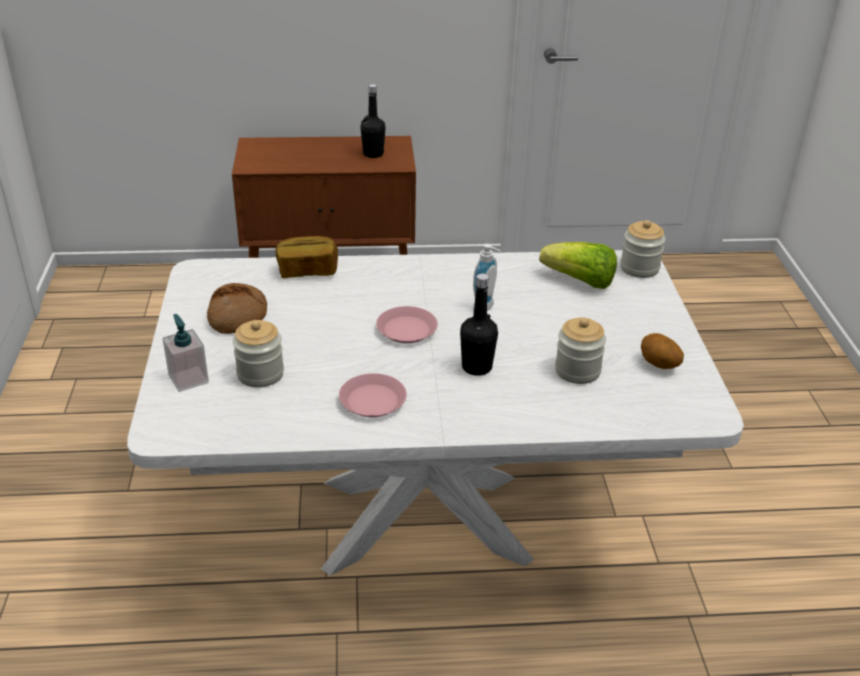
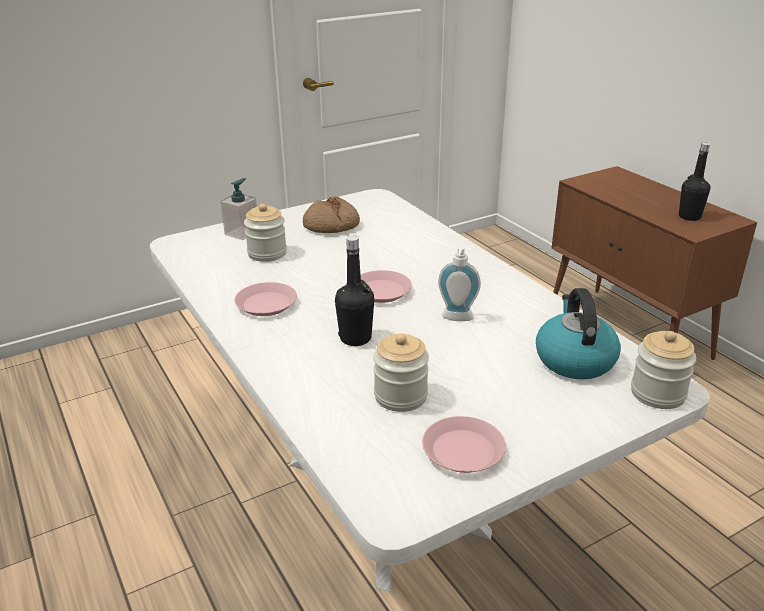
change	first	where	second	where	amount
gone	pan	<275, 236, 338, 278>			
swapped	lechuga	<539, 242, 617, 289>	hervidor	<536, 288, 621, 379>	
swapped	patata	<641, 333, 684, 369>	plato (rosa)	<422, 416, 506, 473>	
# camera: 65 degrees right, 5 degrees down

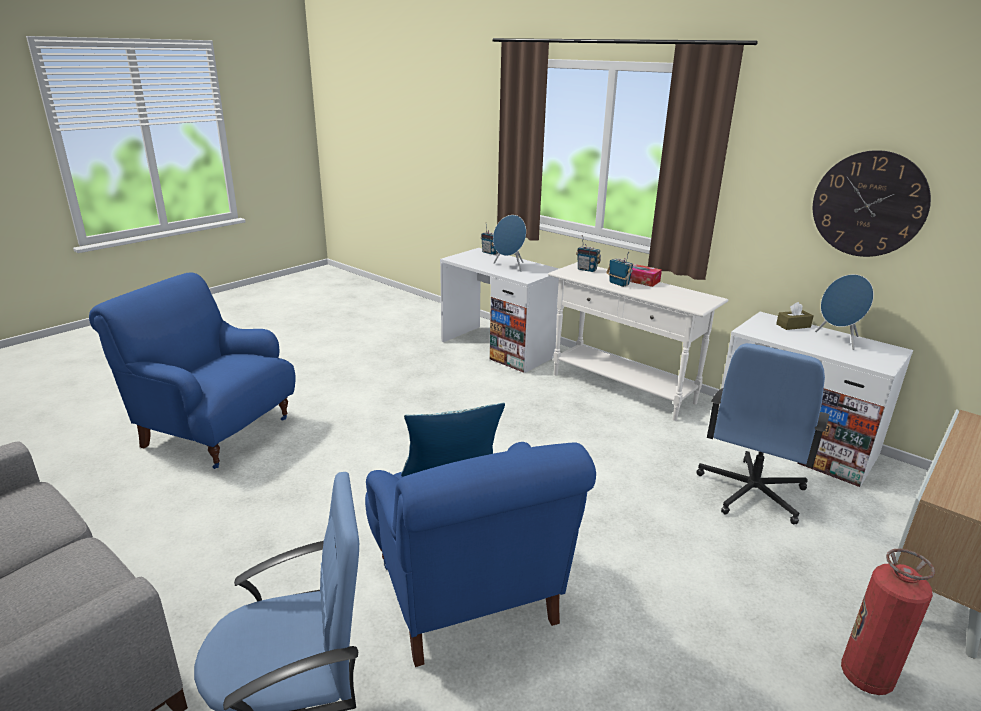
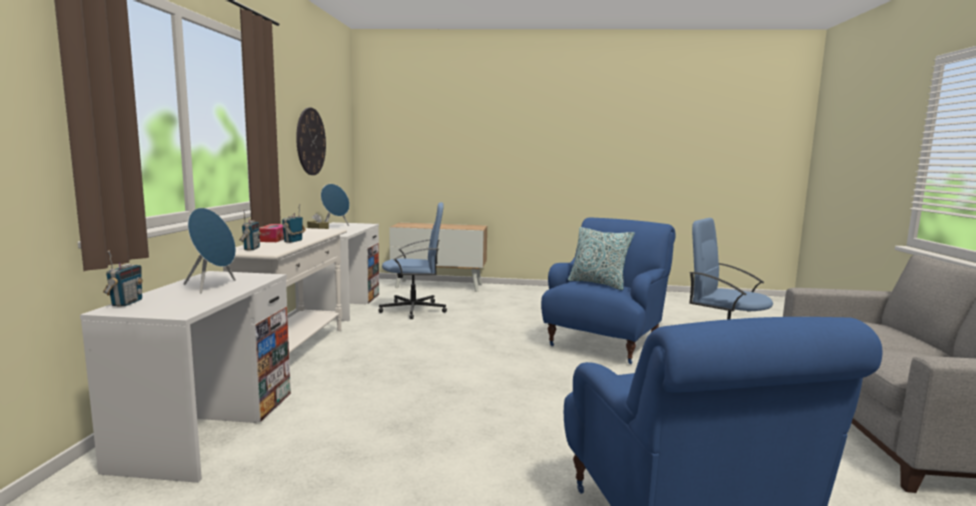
change	first	where	second	where	amount
gone	extintor	<841, 549, 935, 695>			
# camera: 125 degrees left, 15 degrees down

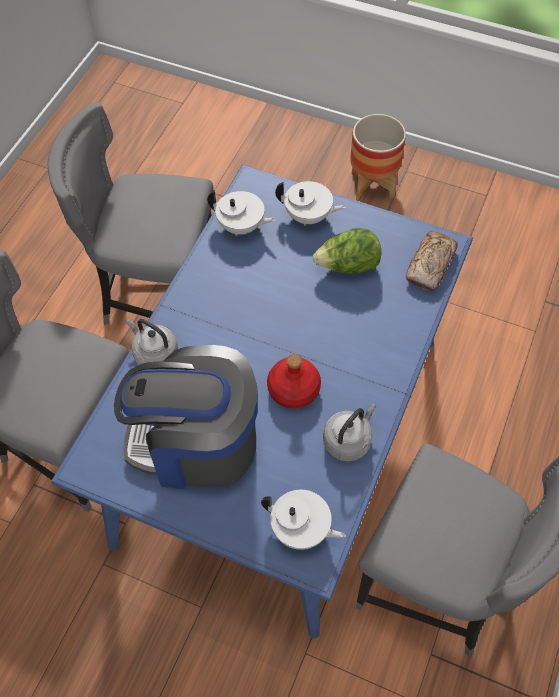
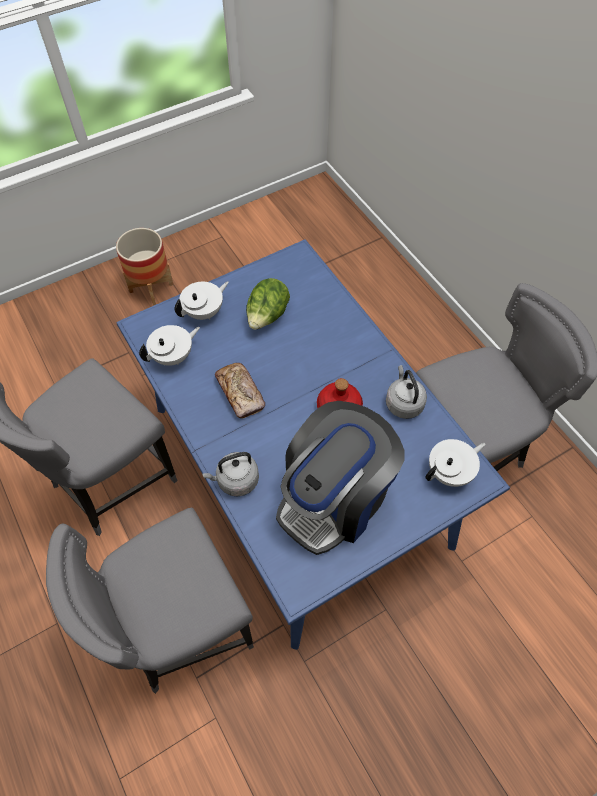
change	first	where	second	where	amount
shifted	pan	<406, 231, 458, 291>		<215, 363, 265, 419>	
# camera: 55 degrees left, 0 degrees up

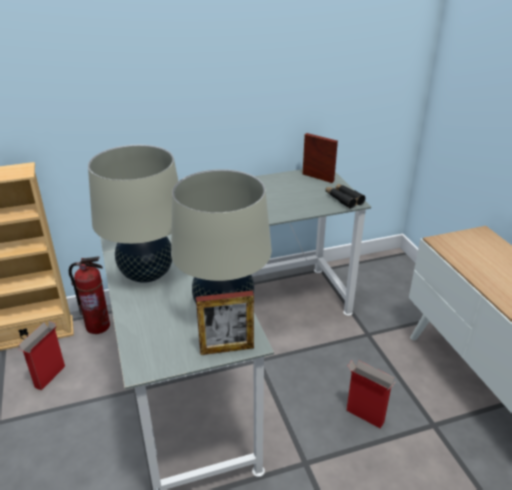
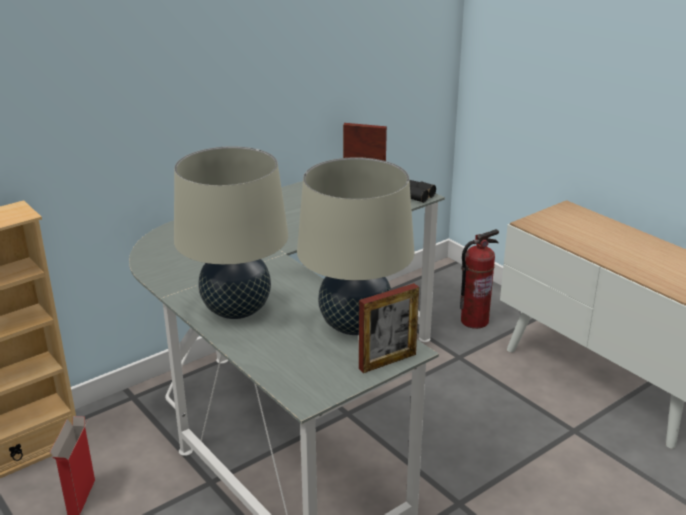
change	first	where	second	where	amount
shifted	extintor	<69, 256, 110, 334>		<460, 229, 499, 329>	
gone	caja de cartón	<346, 360, 396, 428>			
# camera: 20 degrees left, 5 degrees down

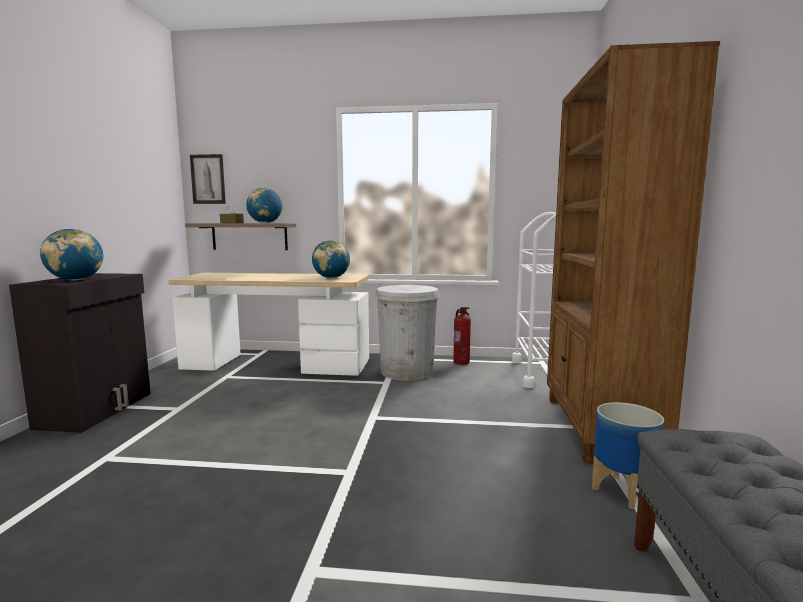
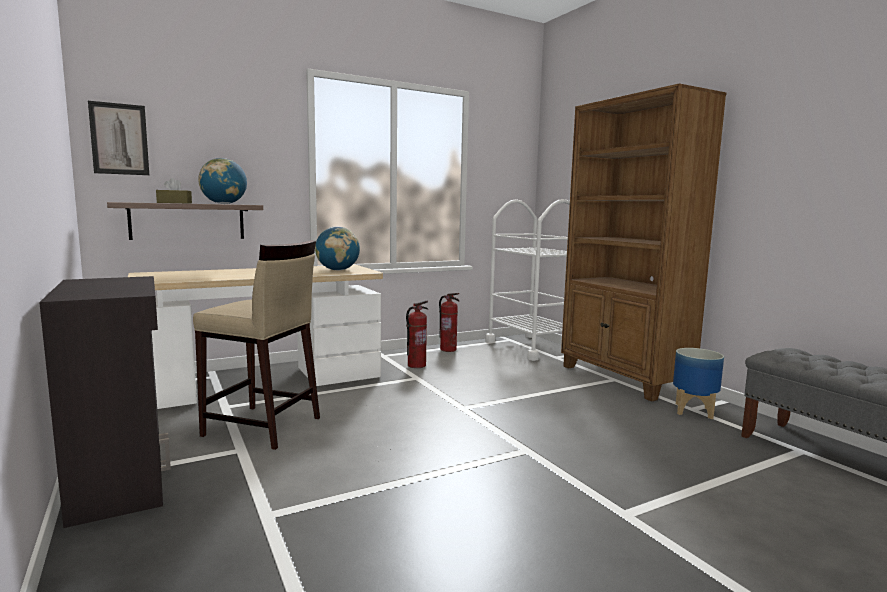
change	first	where	second	where	amount
gone	globo terráqueo	<40, 229, 103, 280>			
swapped	papelera (blanco)	<375, 285, 440, 381>	extintor	<406, 300, 428, 368>	
new			taburete (beis)	<193, 240, 320, 450>	
# camera: 35 degrees left, 0 degrees up

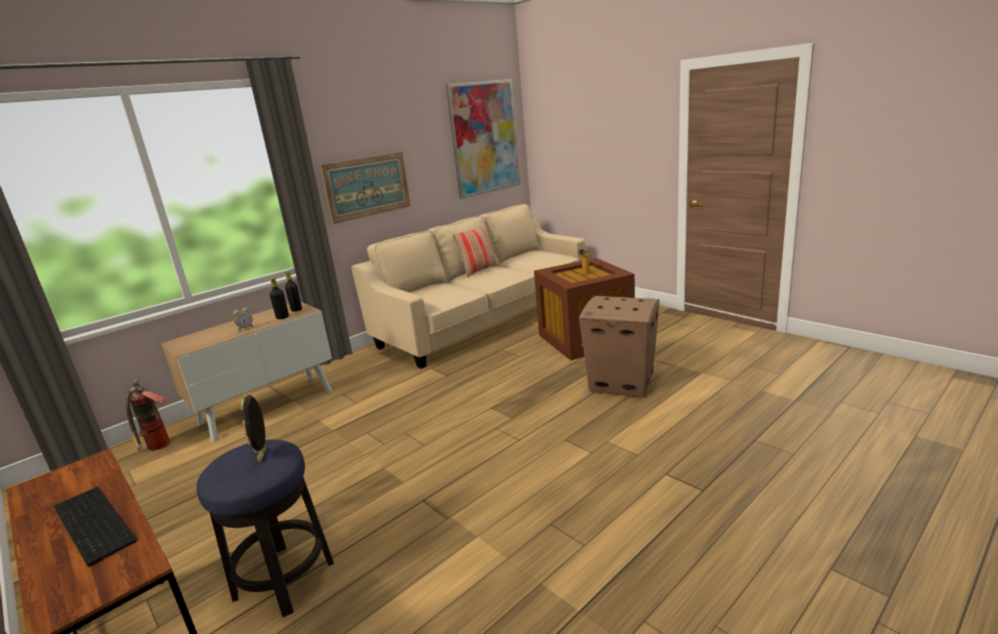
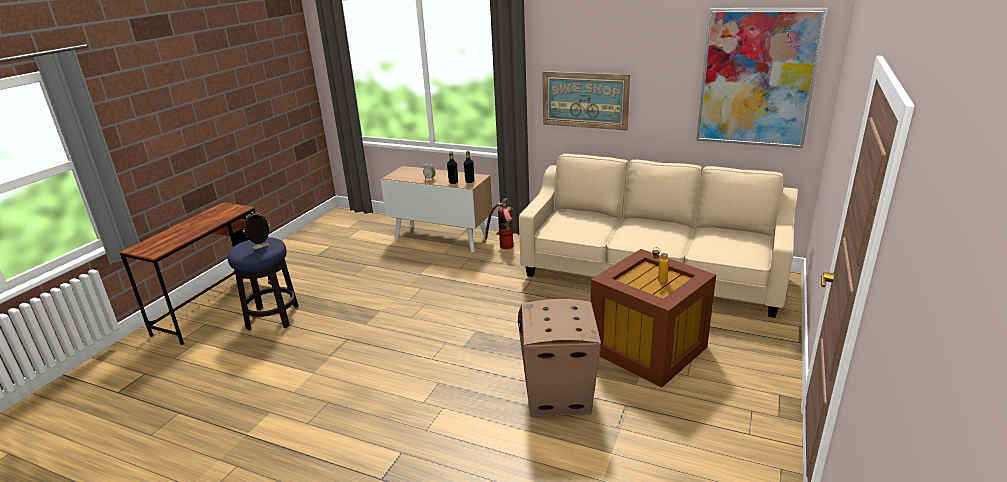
change	first	where	second	where	amount
gone	cojín	<452, 224, 500, 277>			
shifted	extintor	<126, 378, 170, 451>		<483, 198, 514, 249>	
gone	teclado	<54, 487, 137, 567>			
# camera: 65 degrees right, 5 degrees up

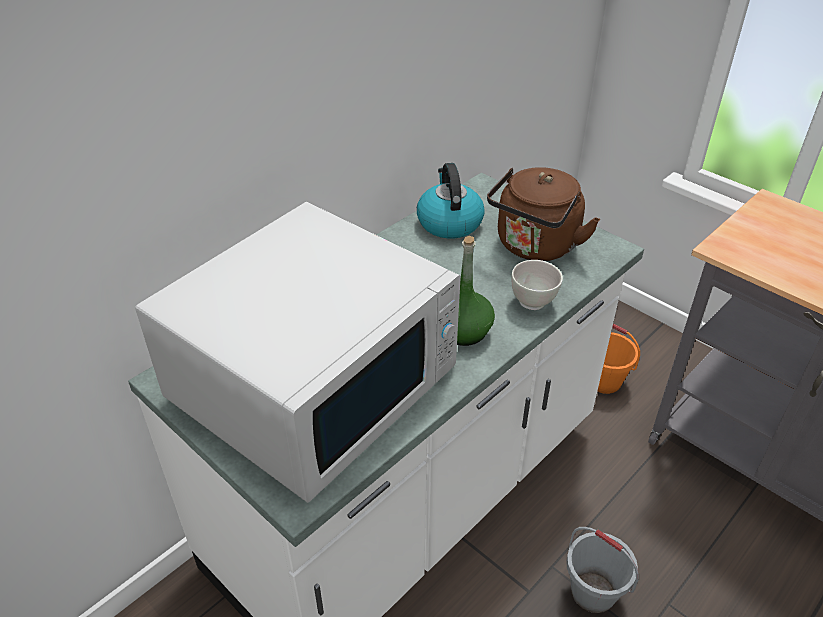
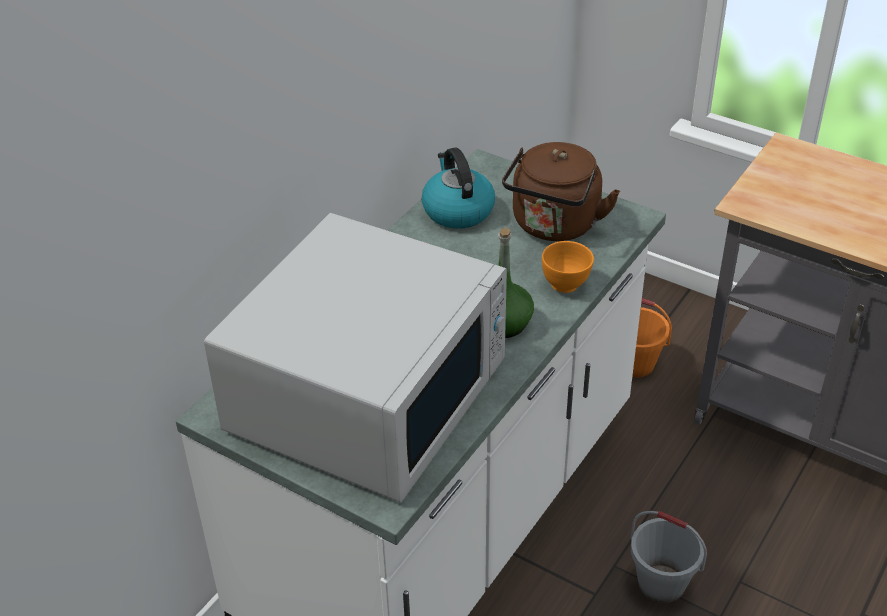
change	first	where	second	where	amount
repainted	cuenco (blanco)	<511, 260, 563, 310>	cuenco (naranja)	<542, 241, 594, 293>	
# camera: 10 degrees left, 0 degrees up

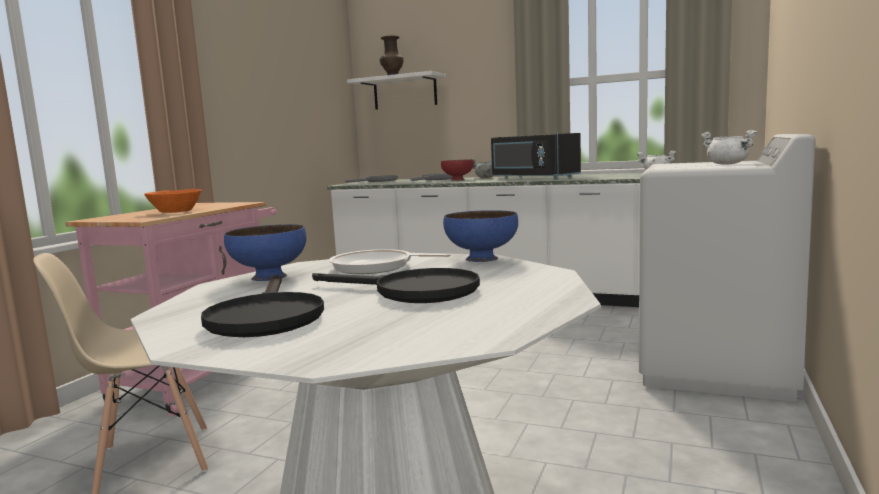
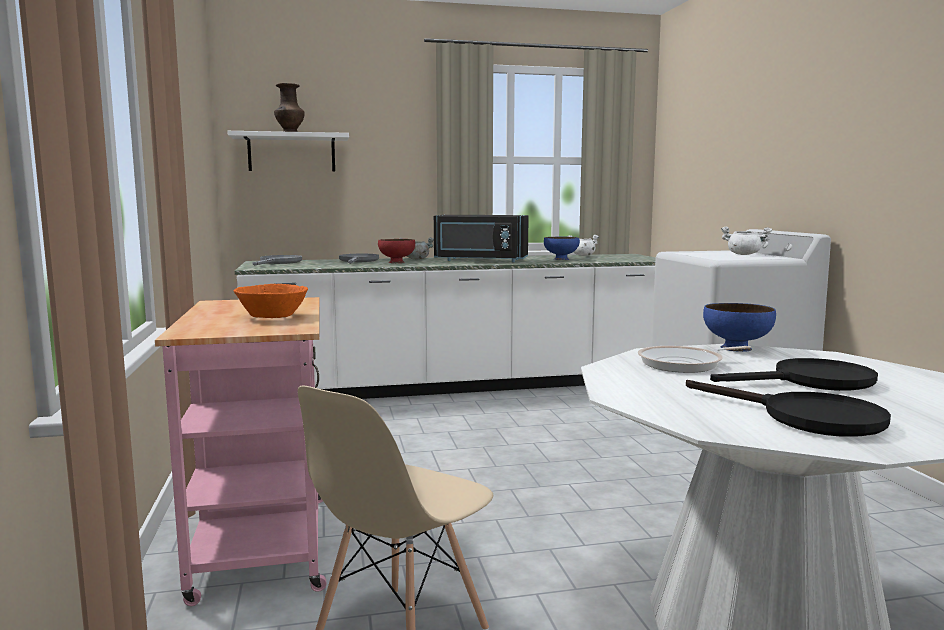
change	first	where	second	where	amount
shifted	cuenco (azul)	<224, 224, 306, 281>		<544, 237, 580, 260>	
# camera: 35 degrees left, 0 degrees up

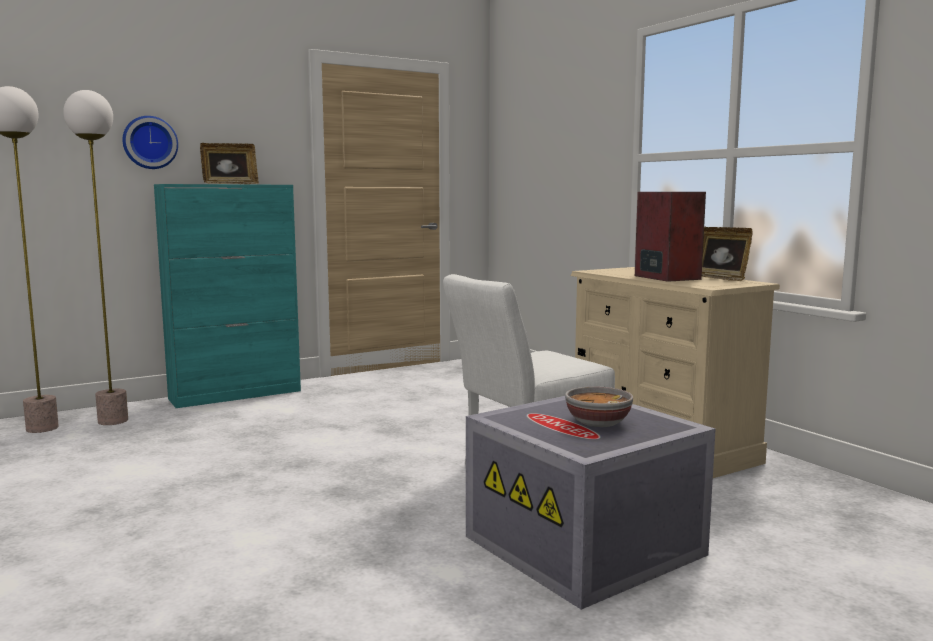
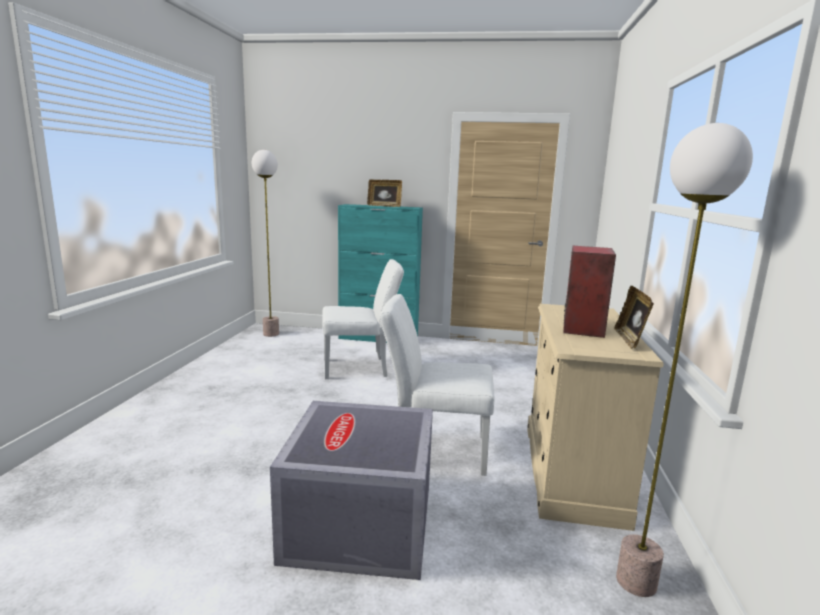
change	first	where	second	where	amount
shifted	lámpara de pie	<63, 90, 128, 425>		<616, 123, 753, 597>	
gone	reloj de pared	<122, 116, 178, 169>			
gone	cuenco	<565, 386, 633, 427>			
new			silla (blanco)	<322, 259, 404, 379>	
# camera: 40 degrees right, 5 degrees up

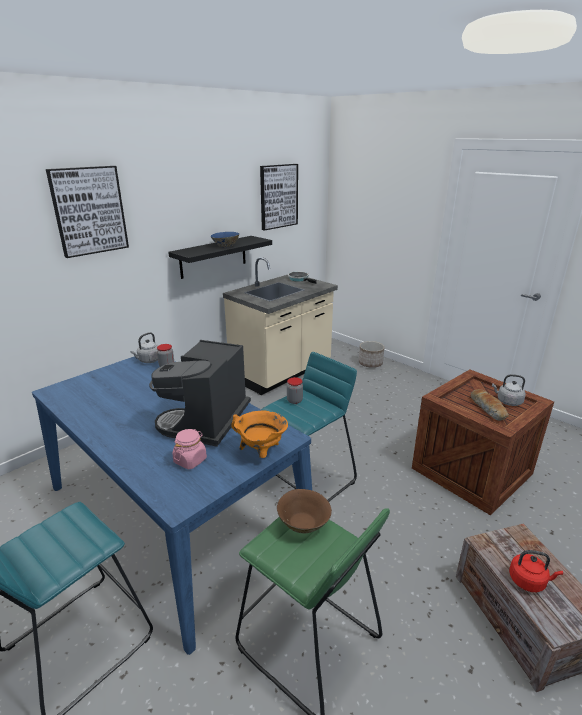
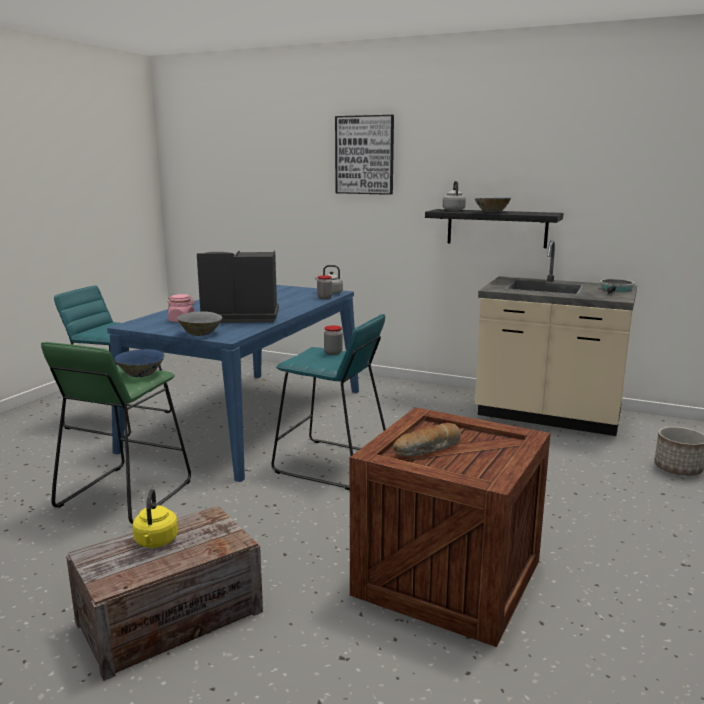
change	first	where	second	where	amount
gone	cuadro	<260, 164, 298, 231>			
shifted	hervidor (gris)	<492, 374, 526, 406>		<442, 181, 466, 211>	
swapped	olla (naranja)	<231, 411, 288, 458>	cuenco (gris)	<177, 312, 222, 336>	
repainted	cuenco (marrón)	<277, 489, 332, 533>	cuenco (azul)	<114, 349, 164, 377>	
repainted	hervidor (rojo)	<509, 550, 563, 592>	hervidor (amarillo)	<133, 489, 178, 548>	
# camera: 70 degrees right, 10 degrees down

